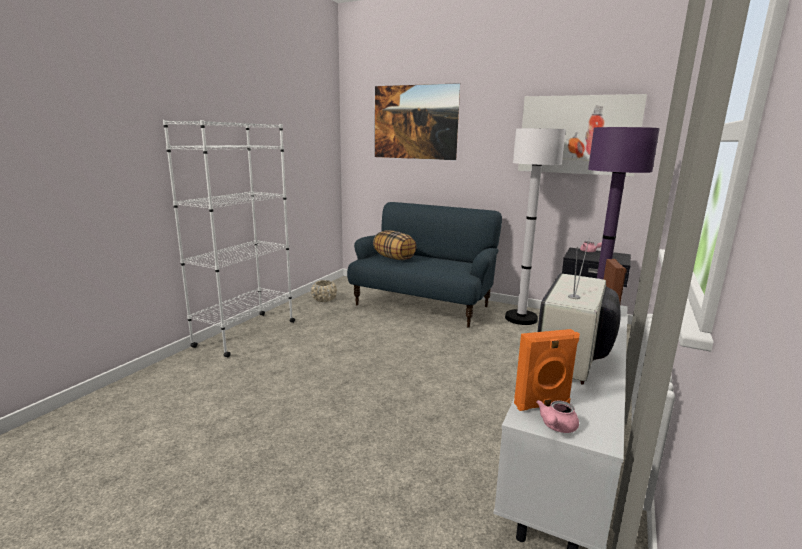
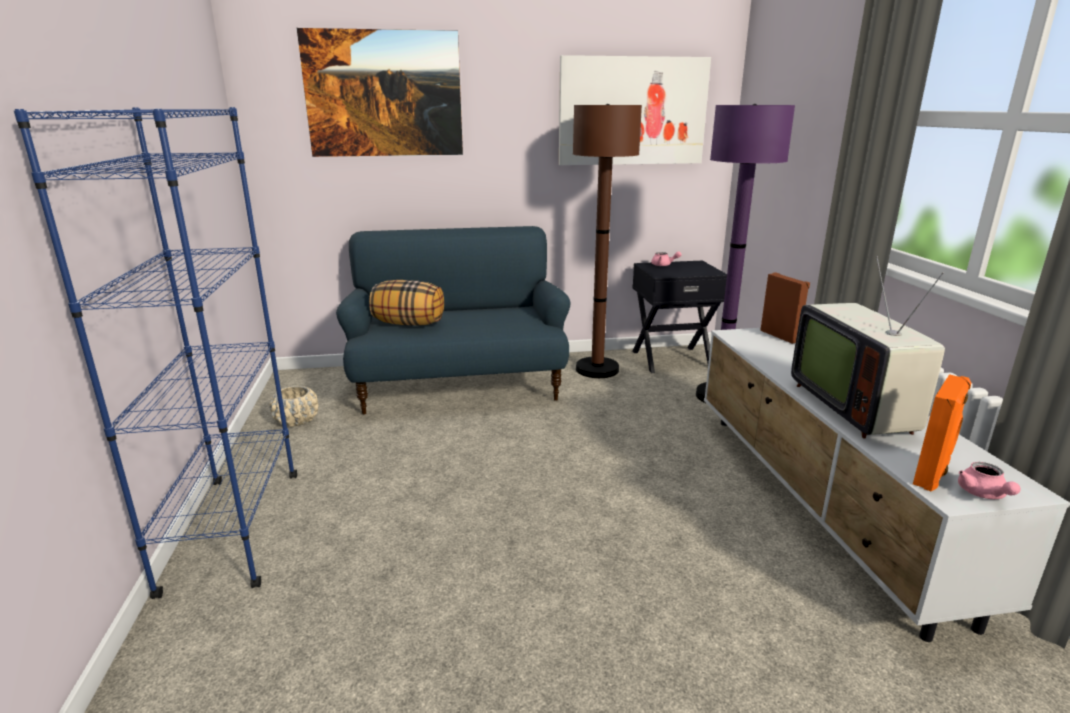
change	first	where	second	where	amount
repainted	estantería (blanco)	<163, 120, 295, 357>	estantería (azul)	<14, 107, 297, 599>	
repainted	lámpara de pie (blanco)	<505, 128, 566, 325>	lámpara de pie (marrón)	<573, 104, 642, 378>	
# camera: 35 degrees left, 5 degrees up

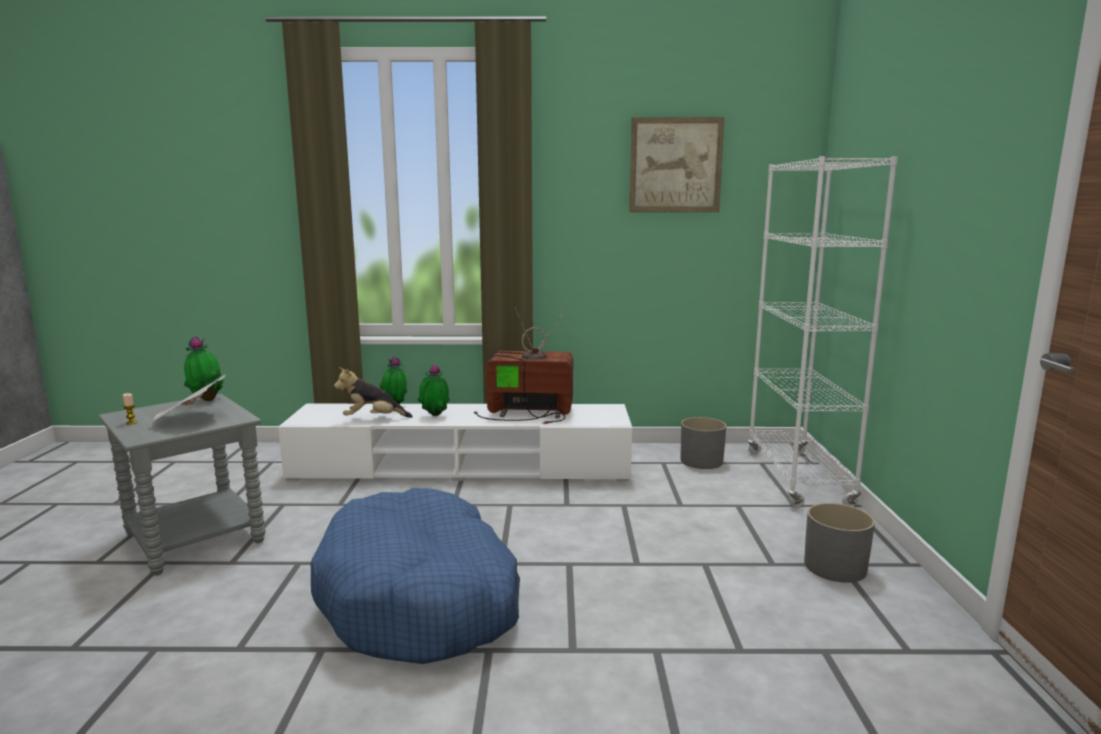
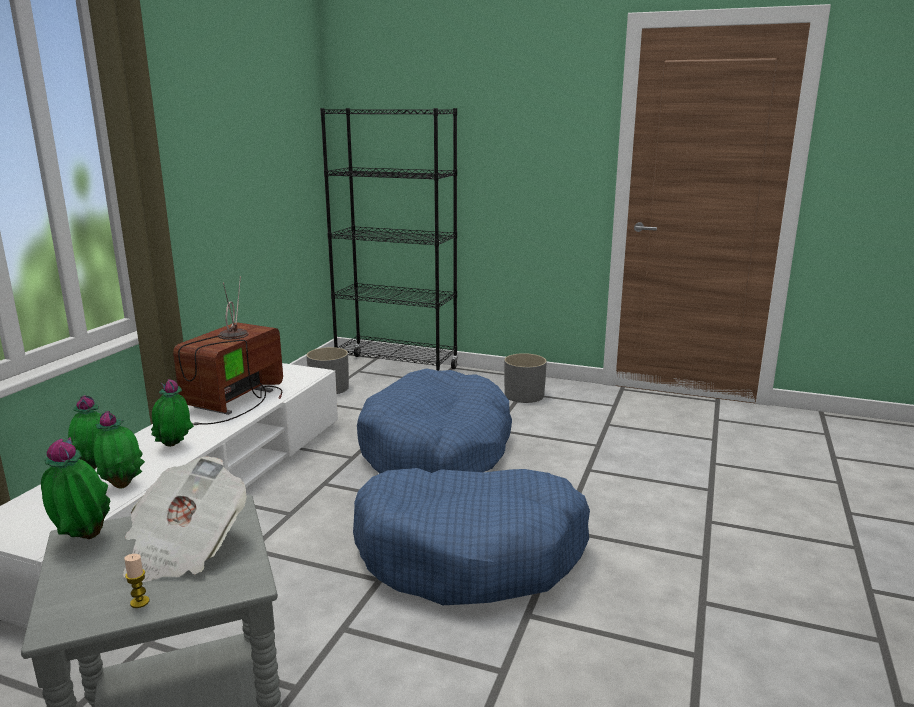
change	first	where	second	where	amount
gone	cuadro	<629, 117, 725, 212>			
repainted	estantería (blanco)	<747, 156, 898, 508>	estantería (negro)	<320, 108, 458, 371>	
swapped	peluche	<334, 367, 413, 418>	planta en maceta	<93, 411, 145, 489>	
new			cama para perro (azul)	<357, 368, 512, 473>	
# camera: 70 degrees left, 5 degrees up

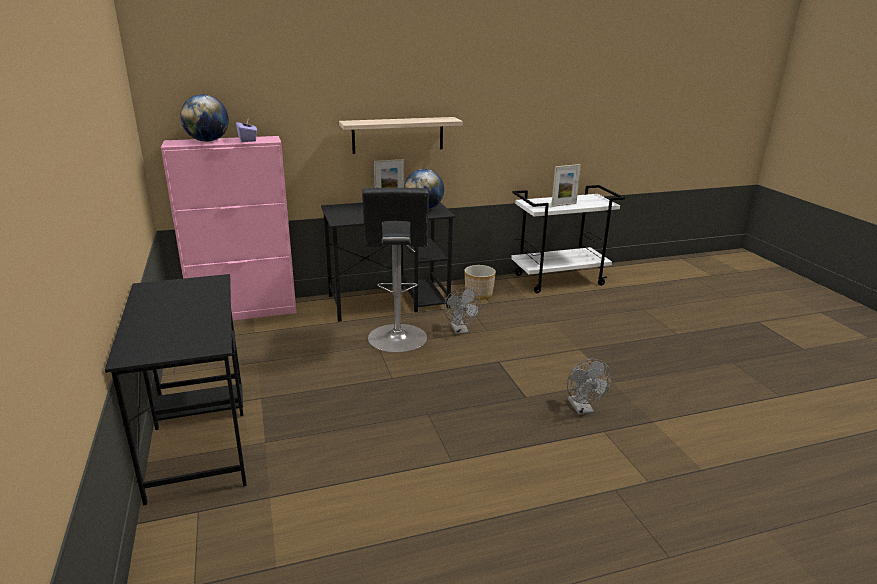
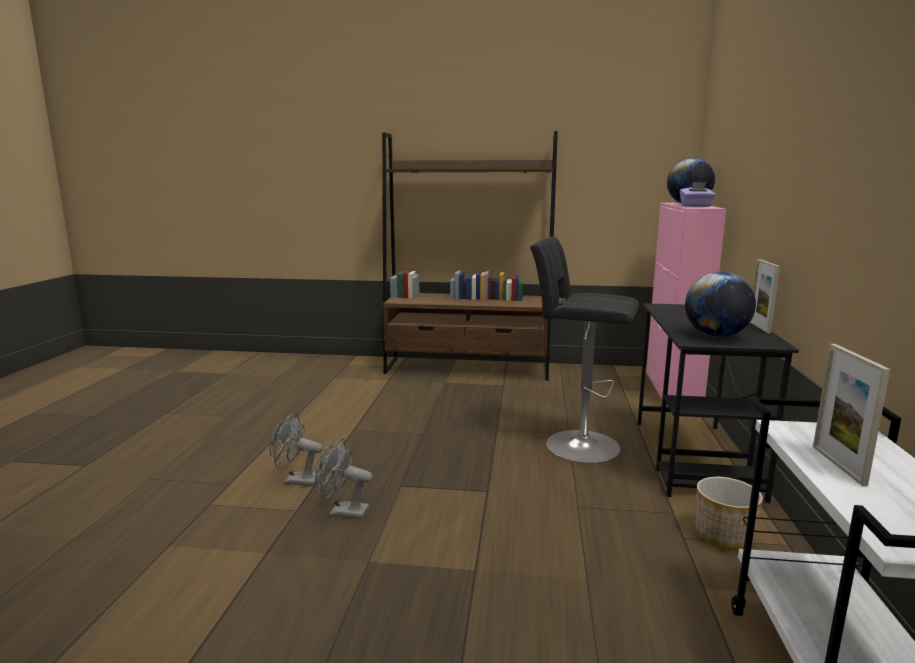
change	first	where	second	where	amount
gone	estante	<339, 117, 463, 154>			
swapped	escritorio (negro)	<105, 274, 247, 505>	estantería (marrón)	<382, 131, 558, 381>	
shifted	ventilador (gris)	<444, 287, 481, 335>		<270, 413, 323, 486>	
# camera: 115 degrees right, 10 degrees down

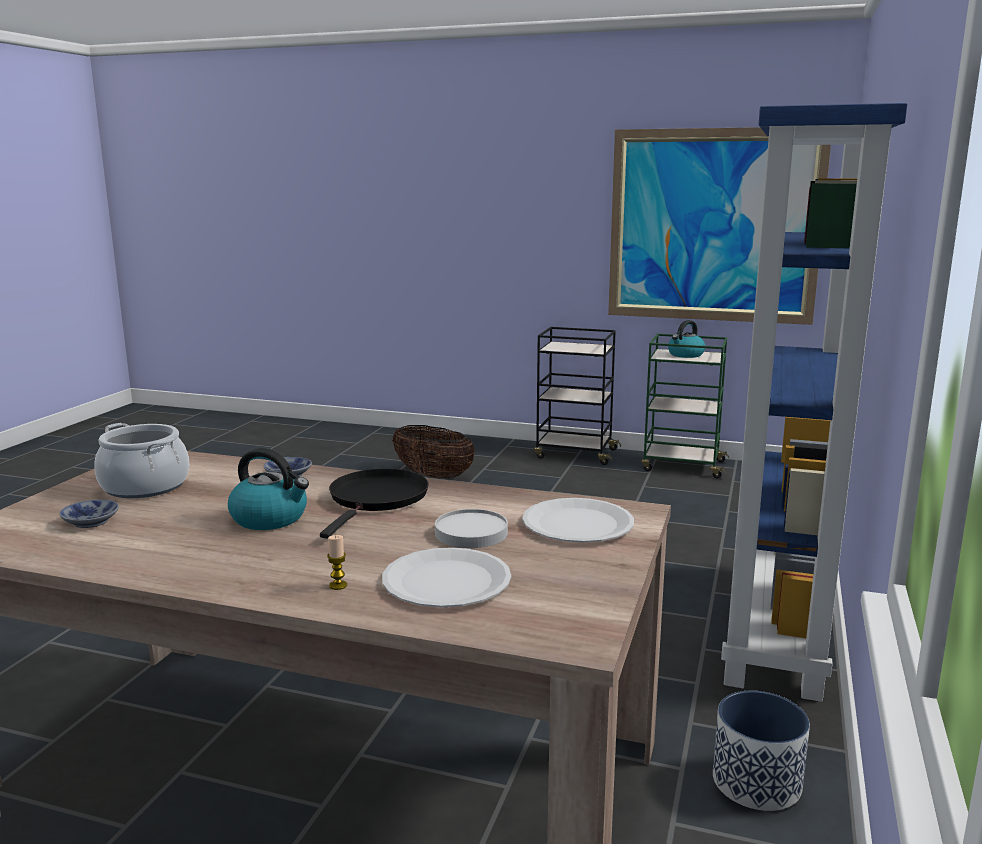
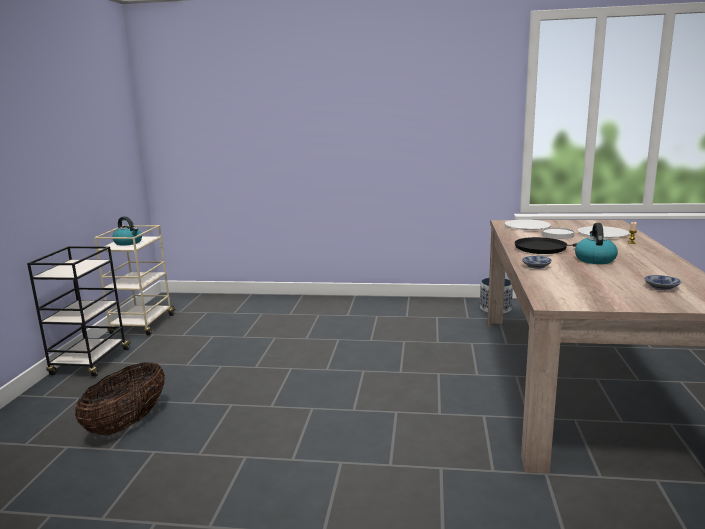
change	first	where	second	where	amount
gone	estantería (azul)	<721, 103, 907, 702>			
gone	cuadro	<608, 127, 831, 325>			
repainted	carrito (verde)	<641, 334, 729, 478>	carrito (beis)	<94, 225, 175, 335>	
gone	olla	<94, 423, 189, 498>			
# camera: 100 degrees left, 0 degrees up

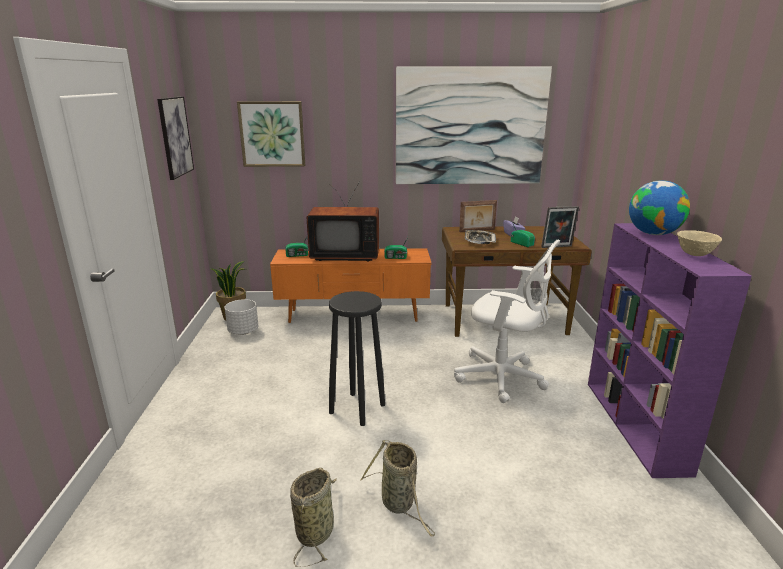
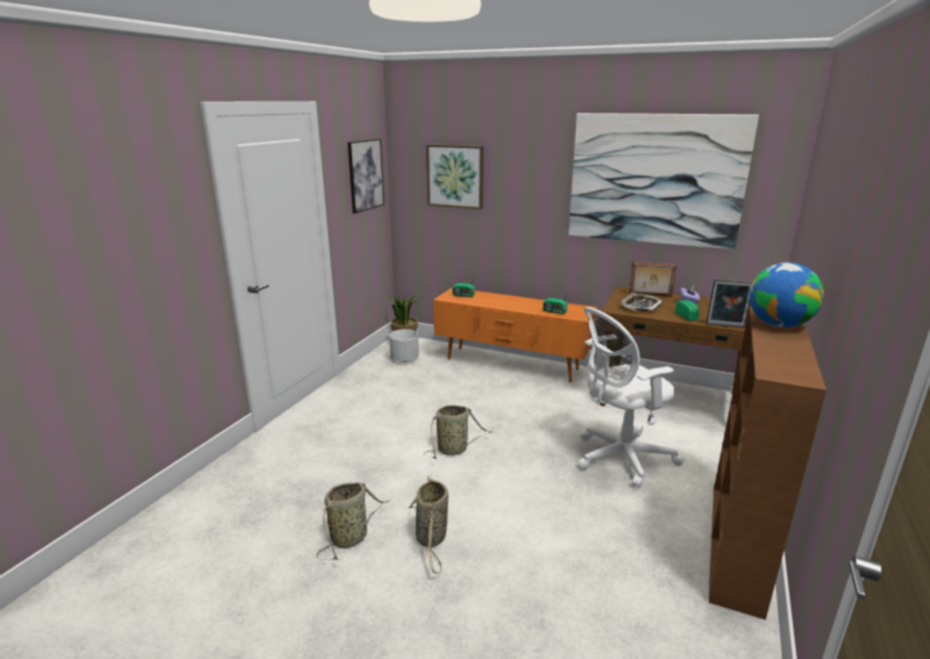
change	first	where	second	where	amount
gone	televisor	<307, 183, 379, 261>			
repainted	estantería (morado)	<588, 223, 752, 478>	estantería (marrón)	<709, 307, 826, 620>	
gone	cuenco (beis)	<677, 230, 722, 256>			
rotated	silla de oficina (blanco)	<454, 239, 560, 403>		<578, 307, 685, 488>	105 degrees clockwise
swapped	taburete (negro)	<329, 291, 385, 426>	cesta	<424, 405, 492, 459>	
# camera: 25 degrees right, 0 degrees up

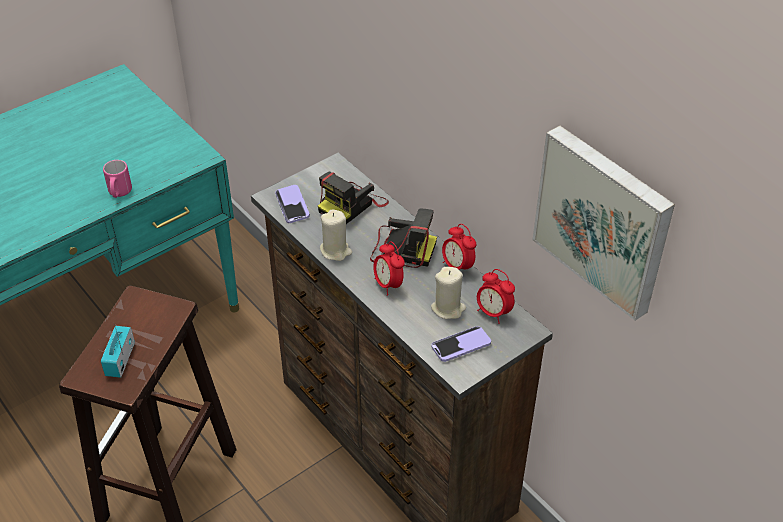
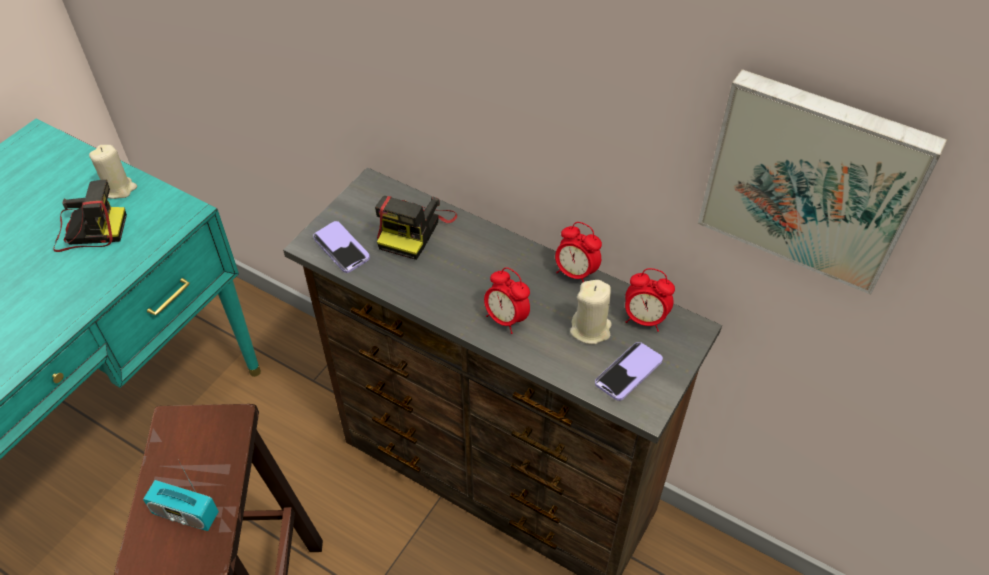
change	first	where	second	where	amount
gone	taza grande (rosa)	<103, 160, 132, 198>			
shifted	vela (beis)	<320, 209, 352, 261>		<89, 145, 137, 199>	
shifted	cámara	<370, 209, 437, 268>		<53, 180, 127, 252>	
rotated	radio	<101, 324, 135, 378>		<143, 460, 219, 531>	60 degrees counterclockwise
# camera: 20 degrees left, 5 degrees up

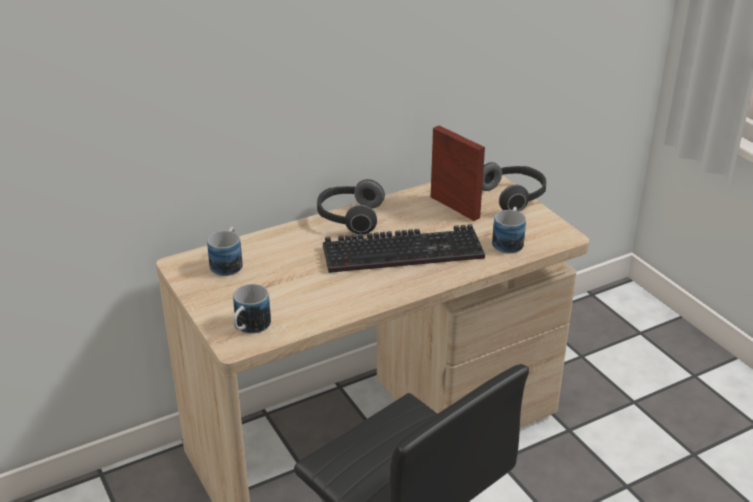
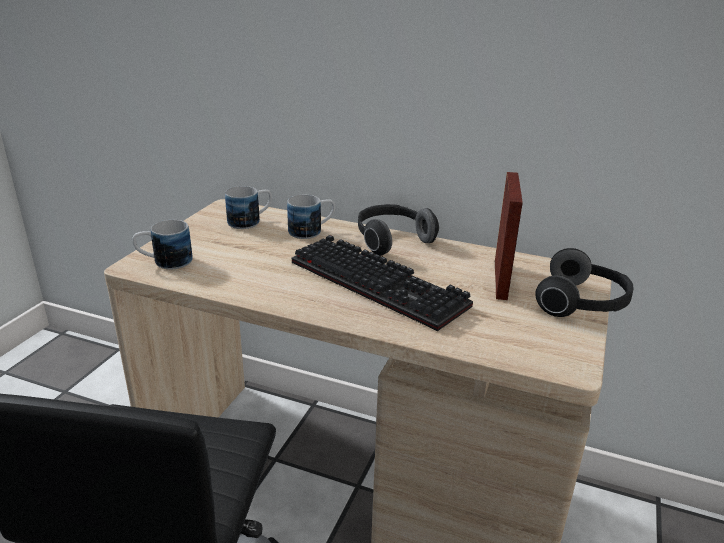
change	first	where	second	where	amount
shifted	taza grande	<492, 207, 526, 254>		<287, 195, 335, 239>	
# camera: 50 degrees right, 5 degrees down

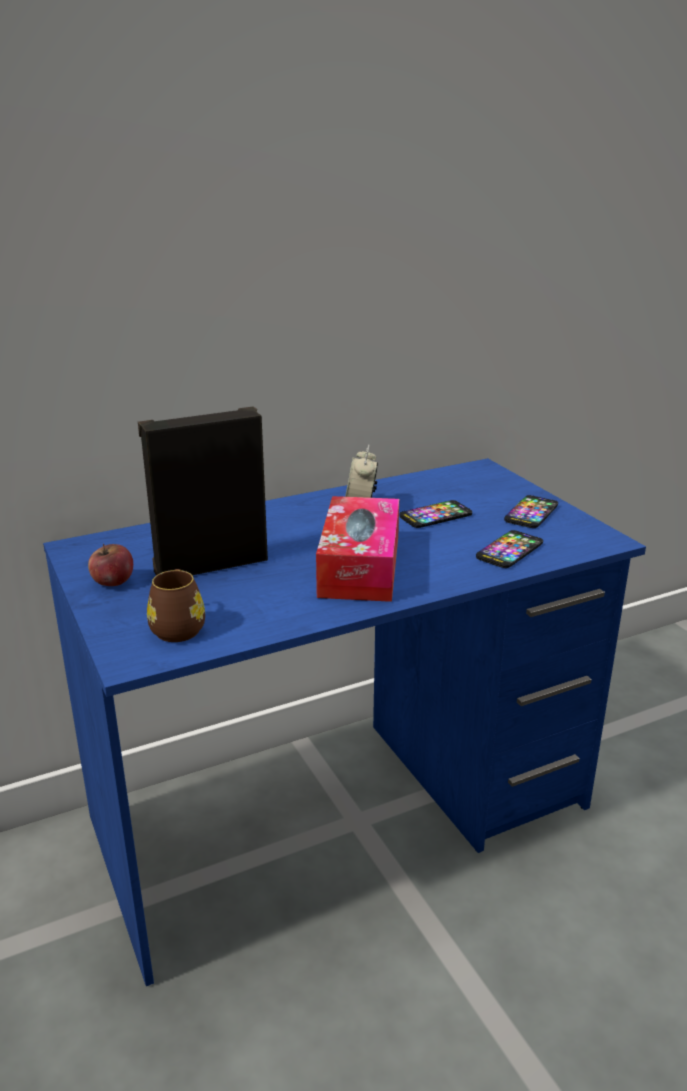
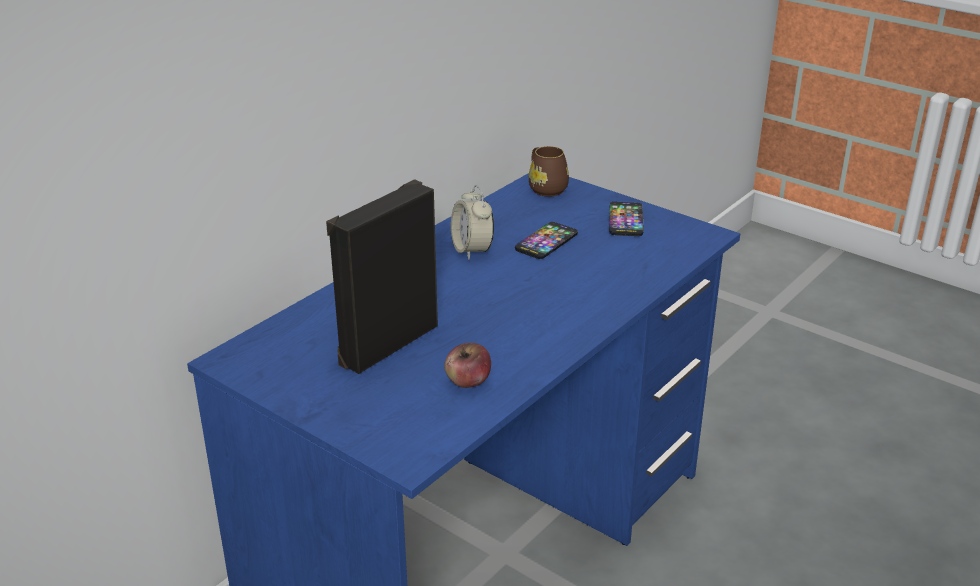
change	first	where	second	where	amount
gone	caja de pañuelos	<316, 496, 399, 602>			
gone	móvil	<476, 530, 543, 568>			
shifted	manzana	<88, 544, 133, 586>		<444, 343, 491, 388>	
shifted	taza grande (marrón)	<147, 569, 205, 642>		<529, 146, 569, 197>	
# camera: 25 degrees left, 5 degrees up

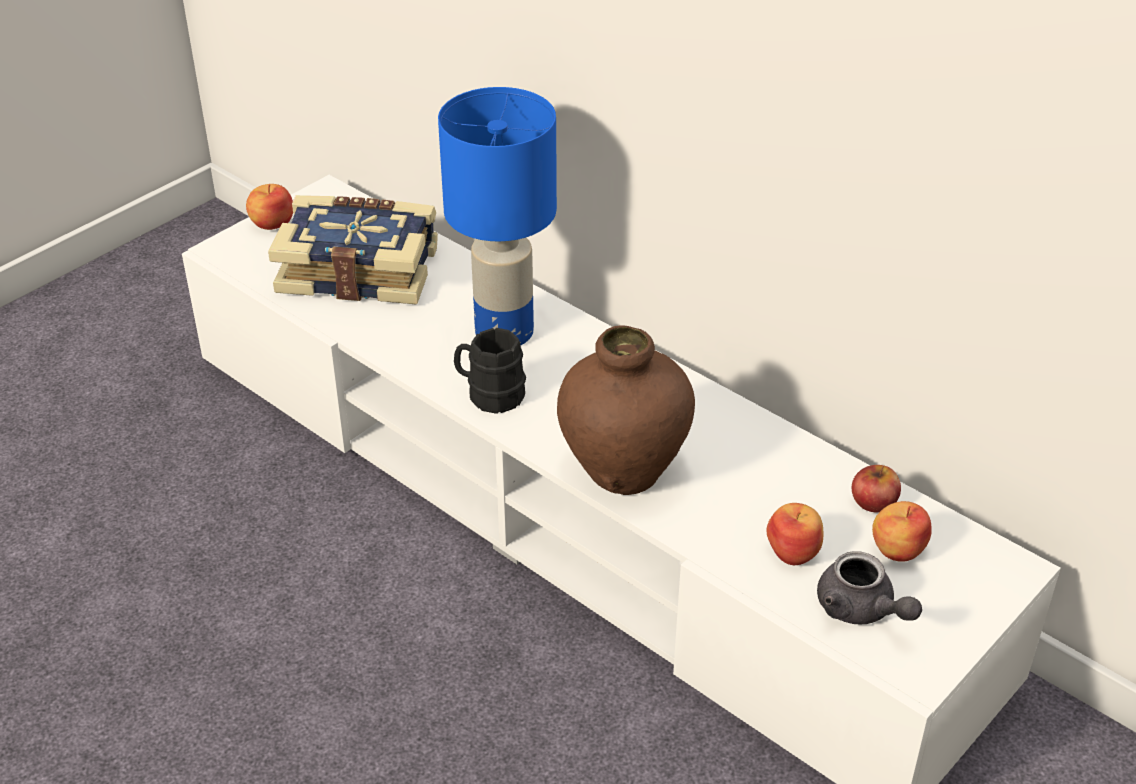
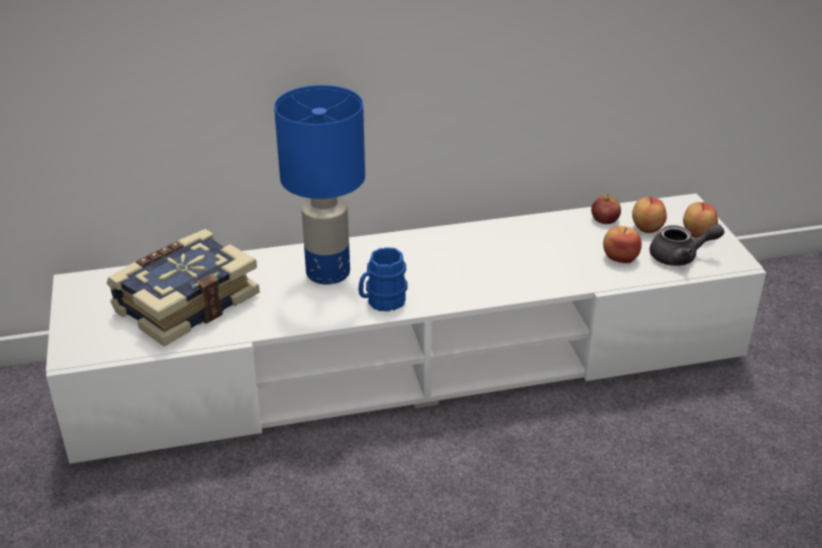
change	first	where	second	where	amount
shifted	manzana	<246, 184, 293, 230>		<683, 202, 718, 238>	
gone	florero (marrón)	<557, 325, 695, 495>			
repainted	taza grande (negro)	<454, 328, 526, 414>	taza grande (azul)	<359, 247, 407, 311>	
# camera: 55 degrees left, 5 degrees down

